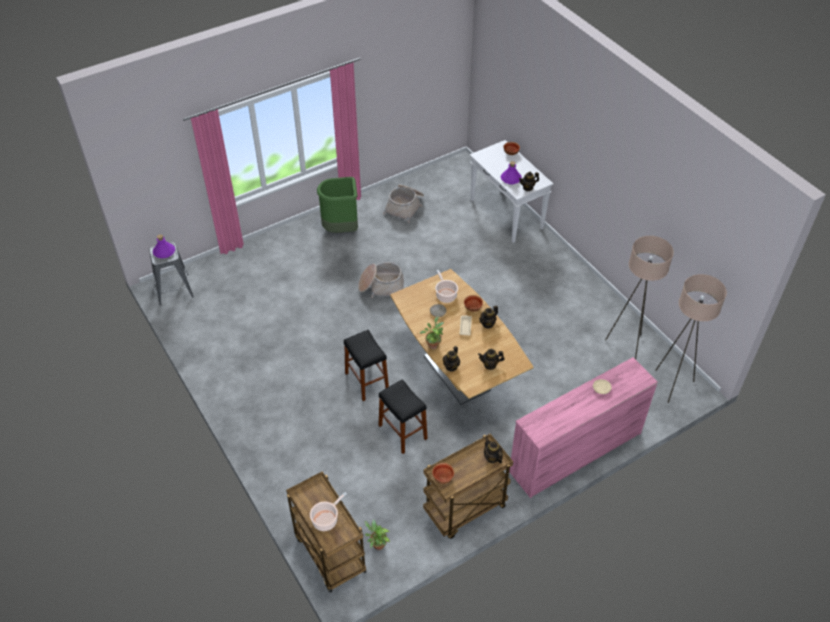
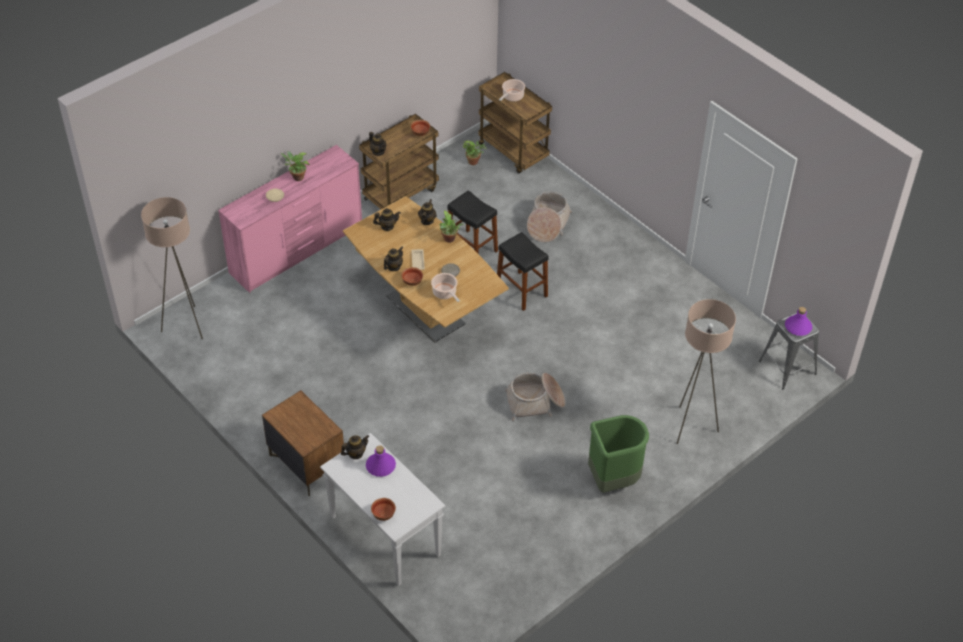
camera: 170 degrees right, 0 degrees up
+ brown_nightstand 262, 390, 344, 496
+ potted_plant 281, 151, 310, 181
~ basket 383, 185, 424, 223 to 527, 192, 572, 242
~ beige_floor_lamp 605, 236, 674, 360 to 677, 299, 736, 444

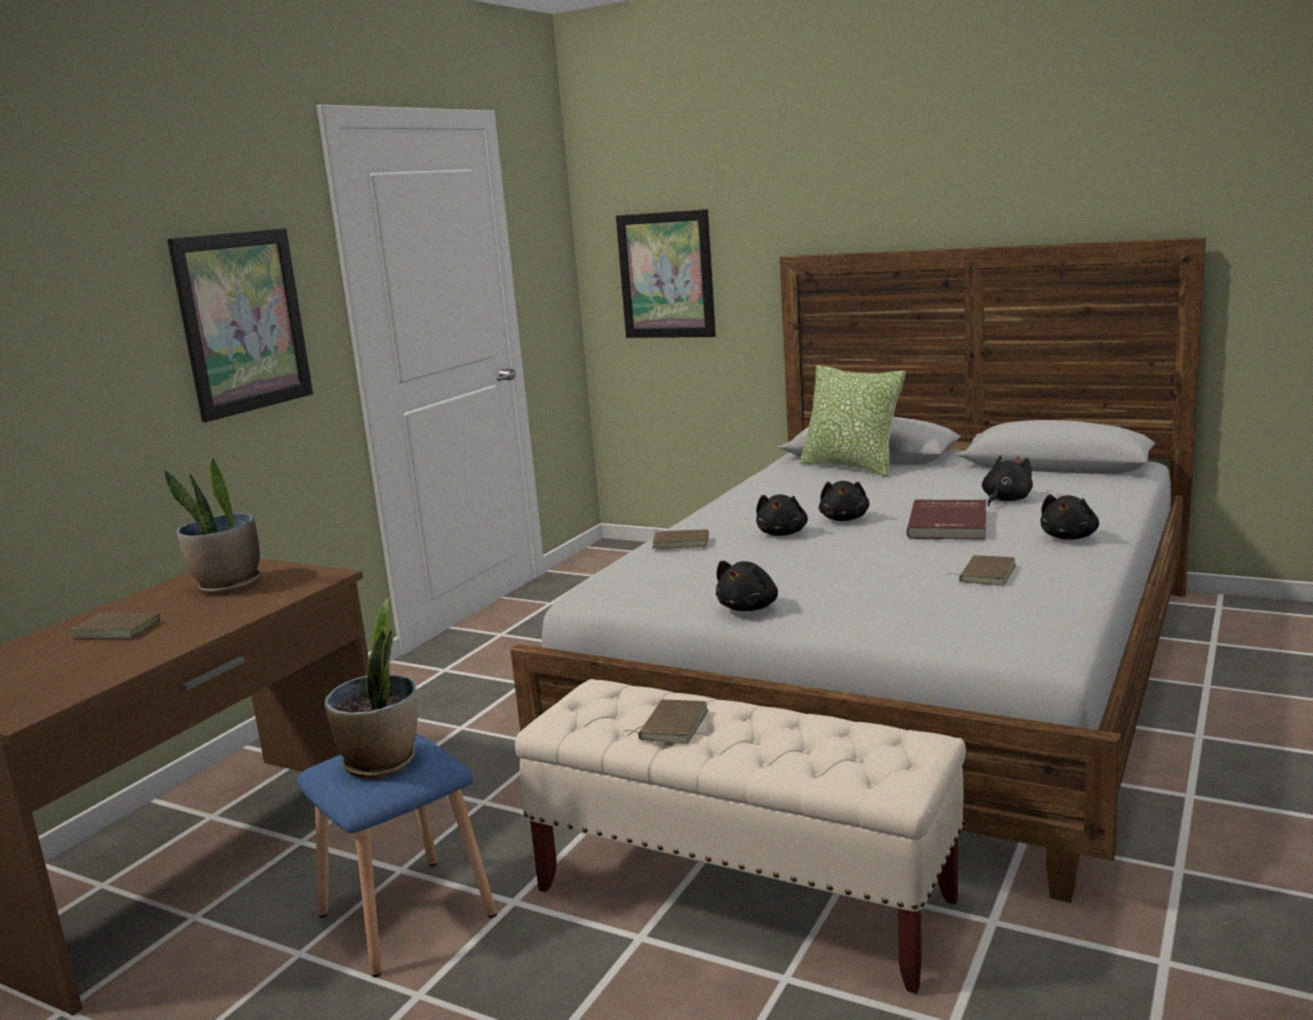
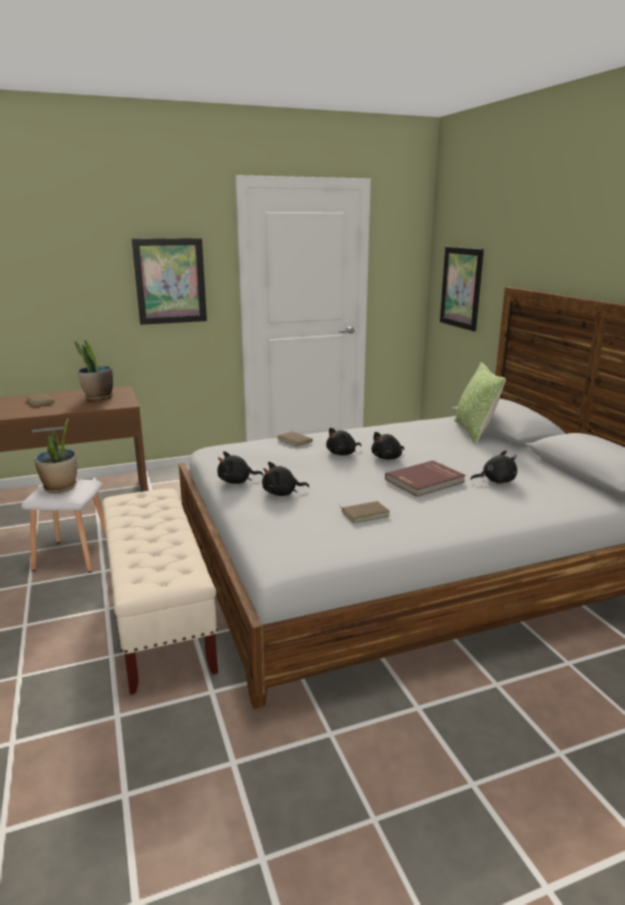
camera: 40 degrees right, 5 degrees up
~ blue_stool 297, 733, 497, 977 to white_stool 21, 479, 106, 573
~ black_plush_toy 1041, 494, 1099, 540 to 262, 462, 309, 496
- brown_book 623, 699, 708, 744

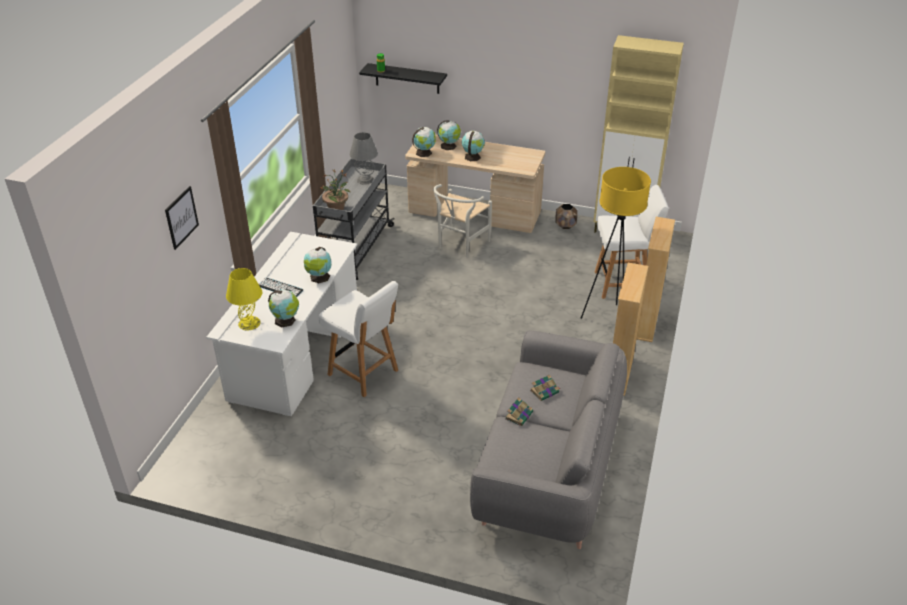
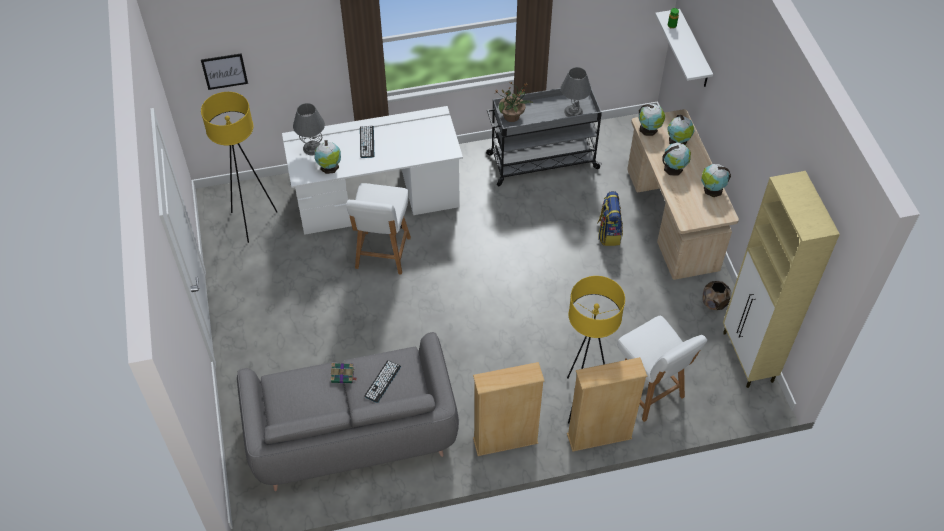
camera: 60 degrees right, 15 degrees up
~ picture 165, 186, 199, 250 to 201, 53, 248, 90
+ yellow_floor_lamp 201, 92, 278, 243
~ yellow_table_lamp 226, 268, 262, 330 to grey_table_lamp 293, 103, 325, 155
~ book 530, 374, 561, 401 to keyboard 364, 360, 401, 403
~ white_chair 433, 184, 492, 258 to backpack 597, 191, 623, 246
~ black_shelf 359, 63, 447, 94 to white_shelf 655, 9, 713, 87
~ globe 304, 247, 331, 283 to 701, 164, 731, 197

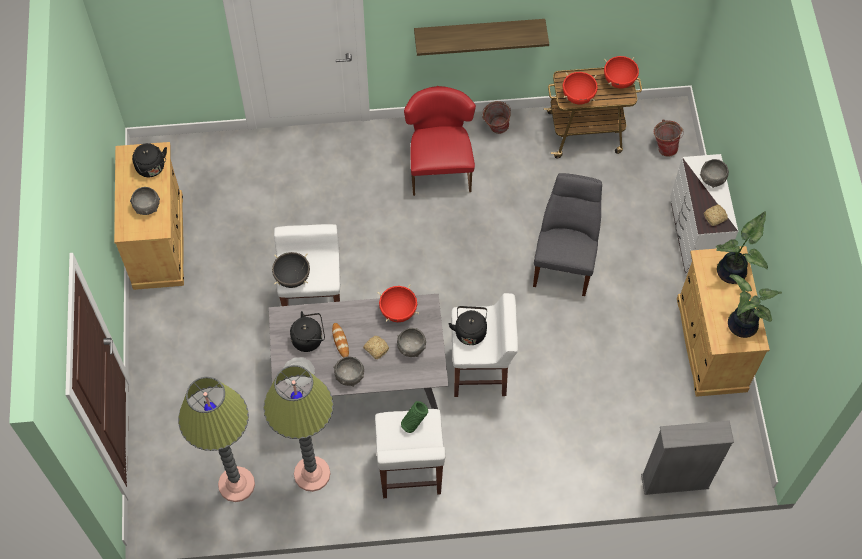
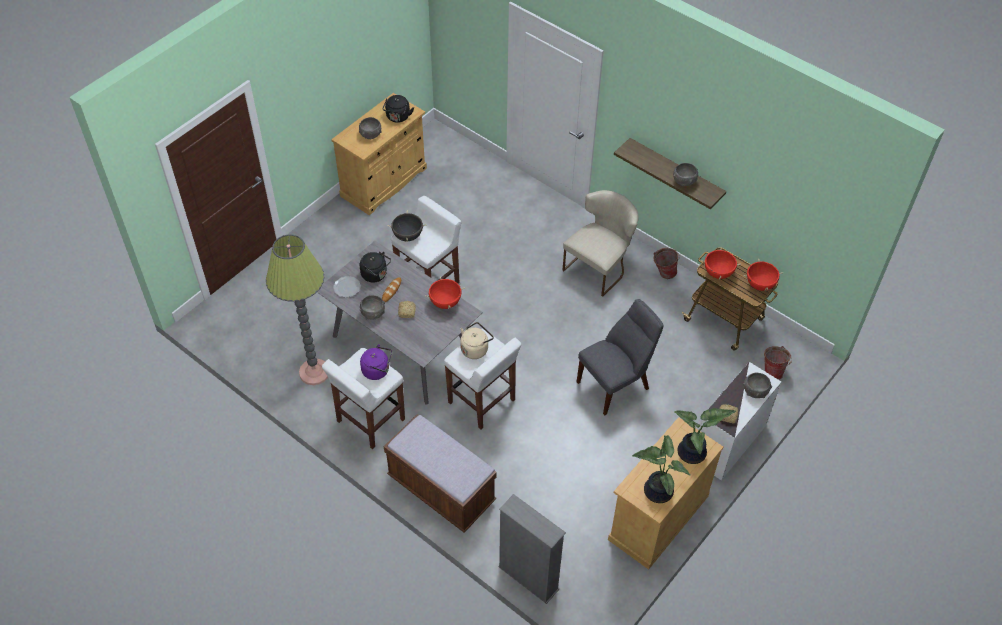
camera: 45 degrees right, 10 degrees down
~ green_vase 401, 401, 428, 433 to purple_kettle 360, 344, 392, 380
+ brown_bench 384, 414, 497, 533
~ black_kettle 448, 306, 487, 345 to beige_kettle 460, 322, 494, 359
~ red_chair 404, 86, 476, 196 to beige_chair 563, 190, 639, 297
~ grey_bowl 397, 328, 426, 357 to 673, 163, 698, 186
- floor_lamp 178, 377, 255, 502

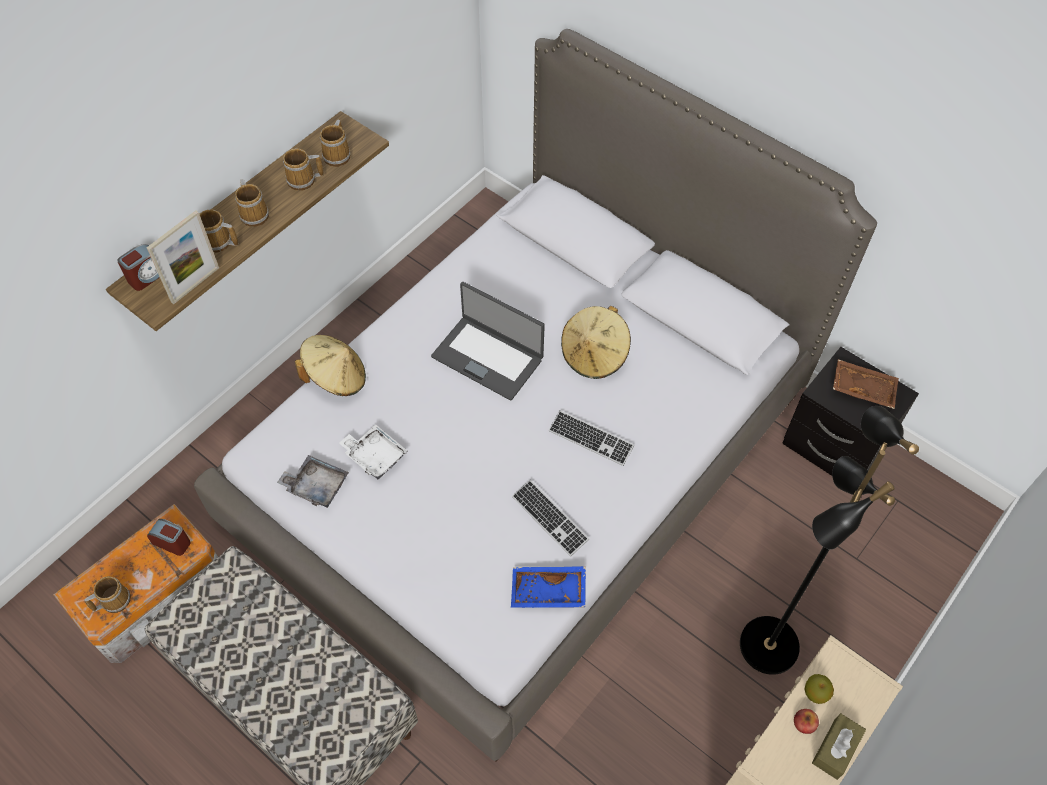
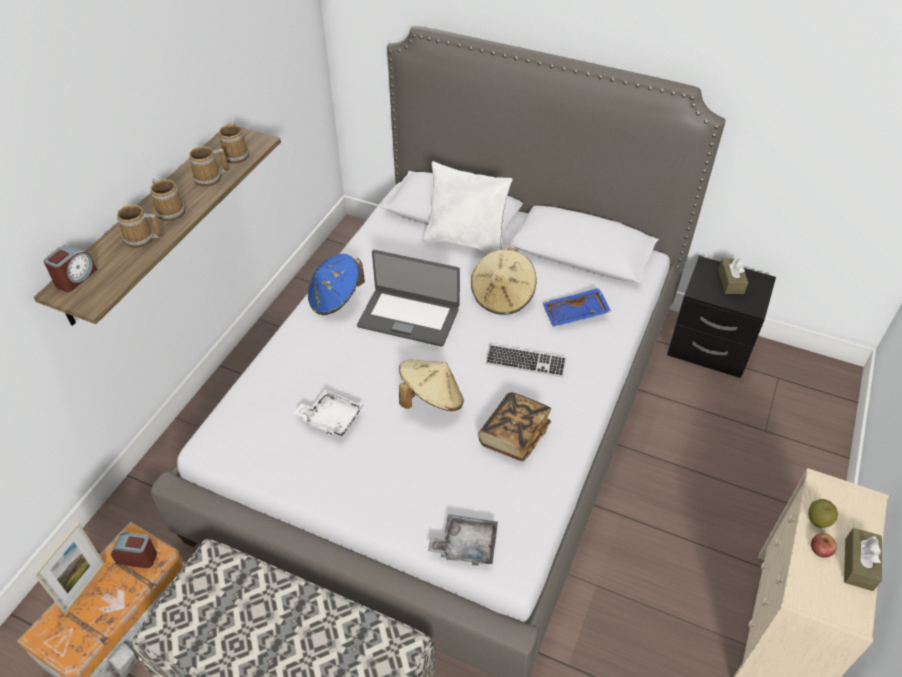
camera: 15 degrees left, 10 degrees down
~ picture_frame 147, 210, 219, 304 to 33, 522, 105, 613
+ blue_hat 308, 254, 365, 315
~ beige_hat 295, 335, 366, 396 to 399, 360, 464, 411
+ white_pillow 422, 161, 513, 254
~ grey_tray 277, 455, 349, 508 to 428, 514, 498, 566
~ keyboard 512, 480, 589, 557 to book 479, 392, 551, 462
~ blue_tray 511, 566, 586, 608 to 543, 288, 611, 327
~ brown_tray 833, 359, 899, 409 to brown_tissue_box 718, 256, 748, 294
- mug 84, 576, 131, 613
- black_floor_lamp 740, 406, 919, 675

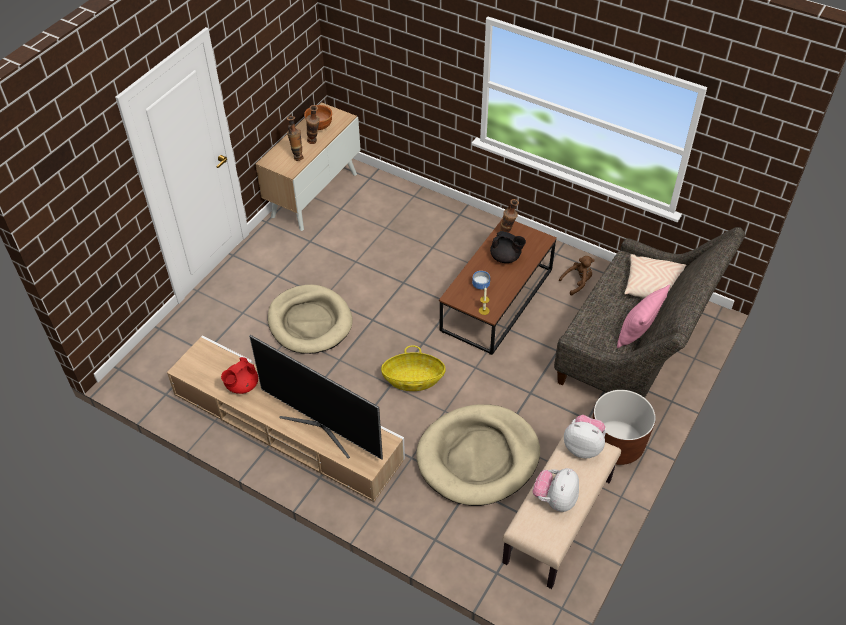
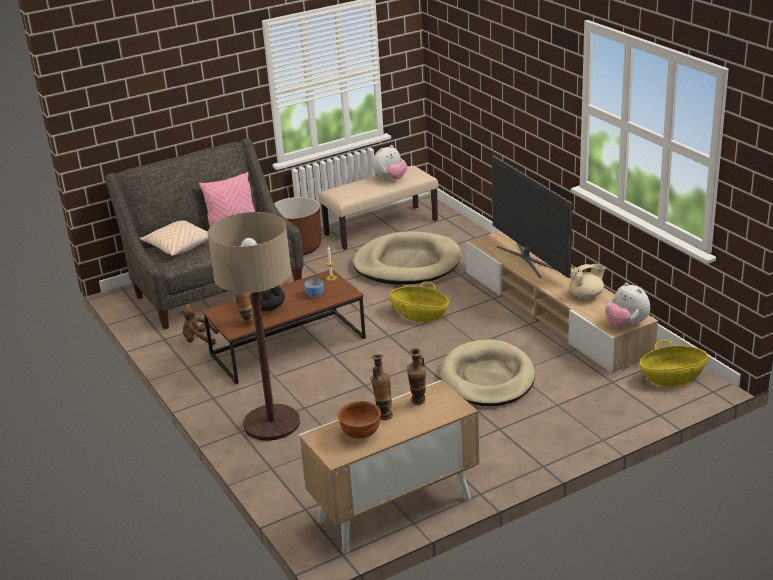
camera: 150 degrees left, 20 degrees down
+ floor_lamp 208, 212, 300, 441
~ red_teapot 221, 357, 258, 394 to beige_teapot 569, 264, 606, 299
~ plush_toy 564, 415, 606, 458 to 605, 282, 650, 326
+ basket 639, 340, 708, 387

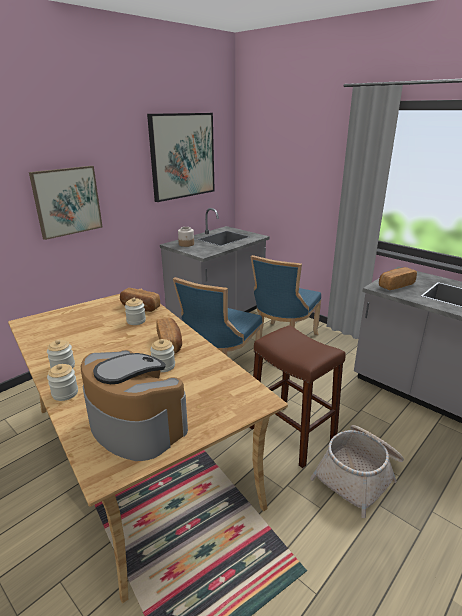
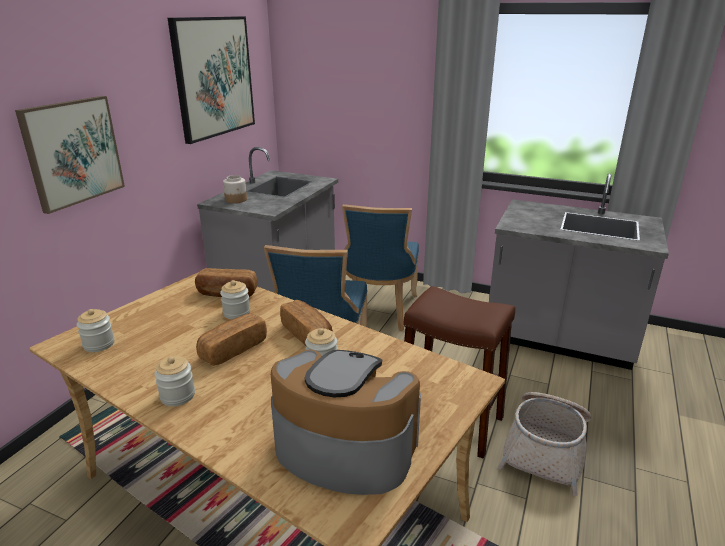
camera: 20 degrees left, 0 degrees up
~ jar 47, 364, 78, 401 to 77, 309, 115, 352
~ bread 379, 267, 417, 290 to 196, 314, 267, 366

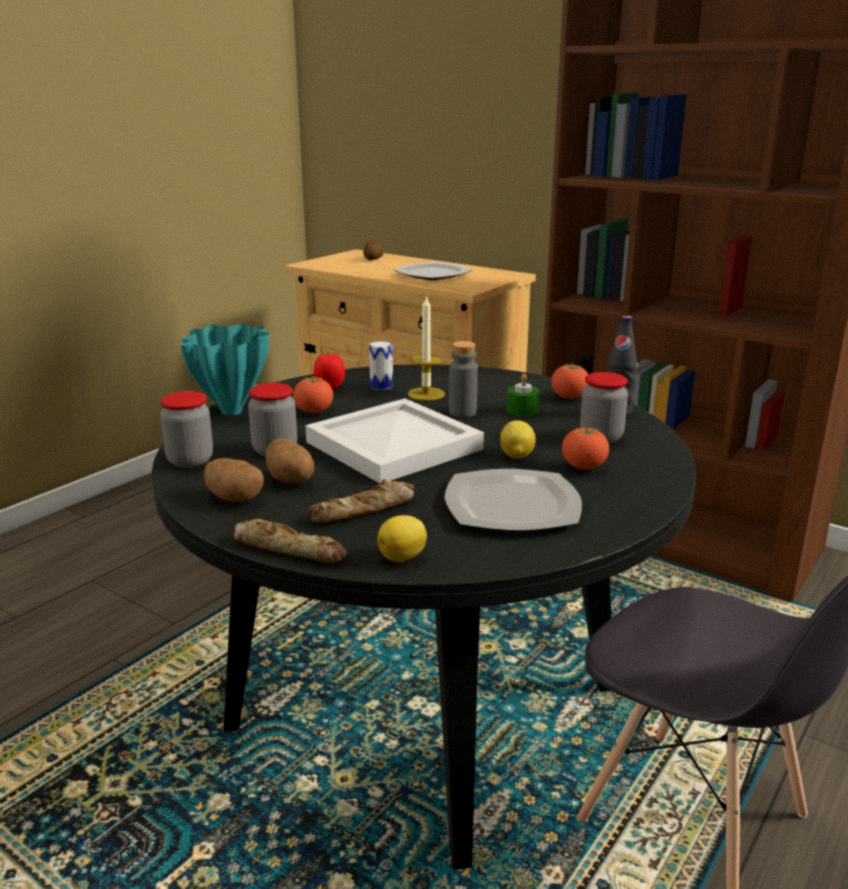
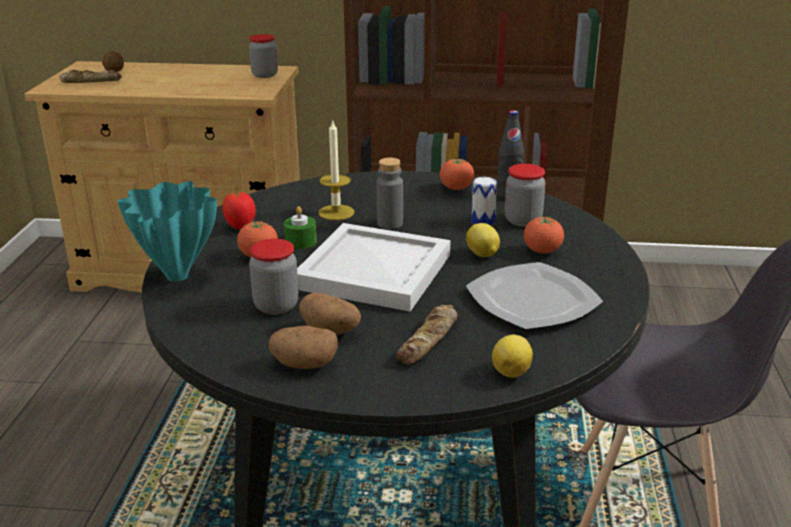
camera: 30 degrees left, 5 degrees up
~ bread 234, 519, 347, 563 to 59, 70, 122, 83
~ jar 160, 391, 213, 468 to 249, 34, 278, 78
~ green_candle 506, 374, 540, 417 to 283, 206, 317, 249
~ can 369, 341, 393, 390 to 471, 177, 497, 226
- plate 393, 262, 472, 280

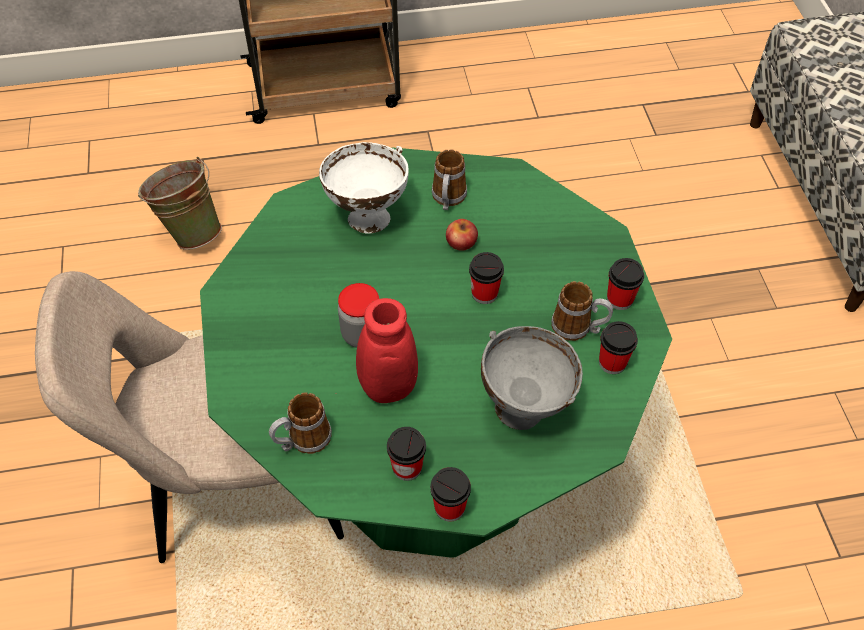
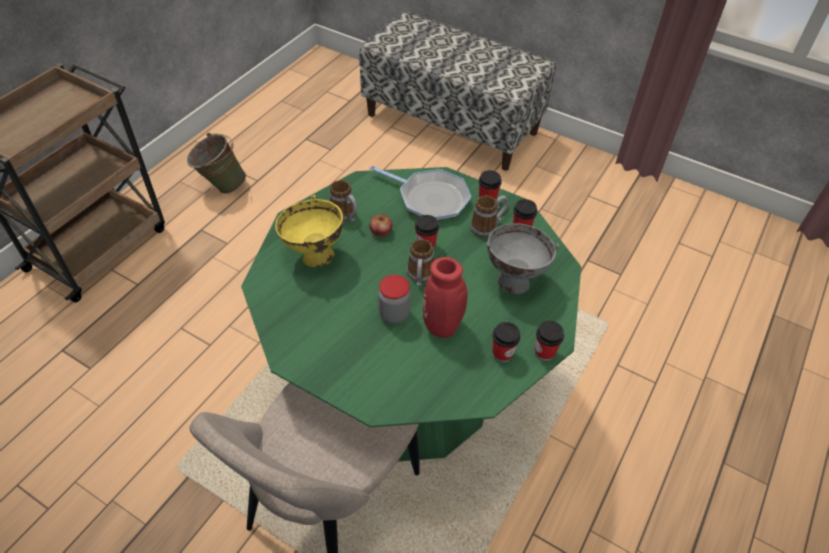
camera: 50 degrees left, 5 degrees down
~ green_bucket 138, 157, 222, 250 to 187, 133, 246, 194
~ white_bowl 319, 142, 409, 234 to yellow_bowl 275, 195, 343, 267
+ frying_pan 370, 166, 471, 221
~ mug 269, 392, 332, 454 to 407, 239, 434, 286

